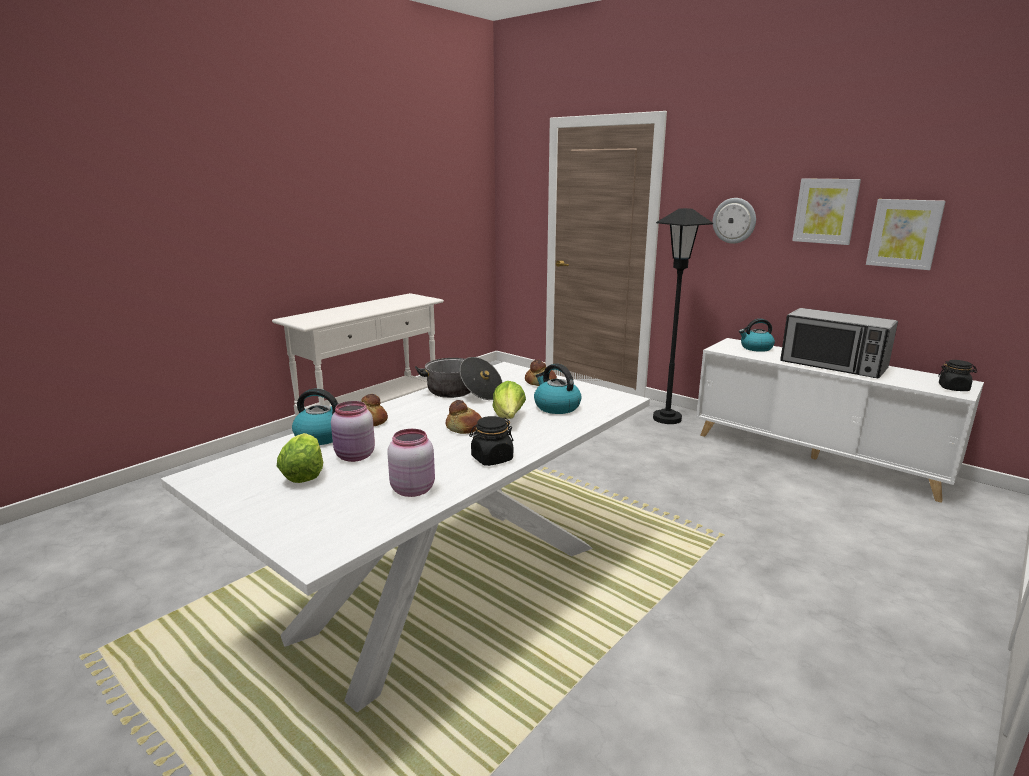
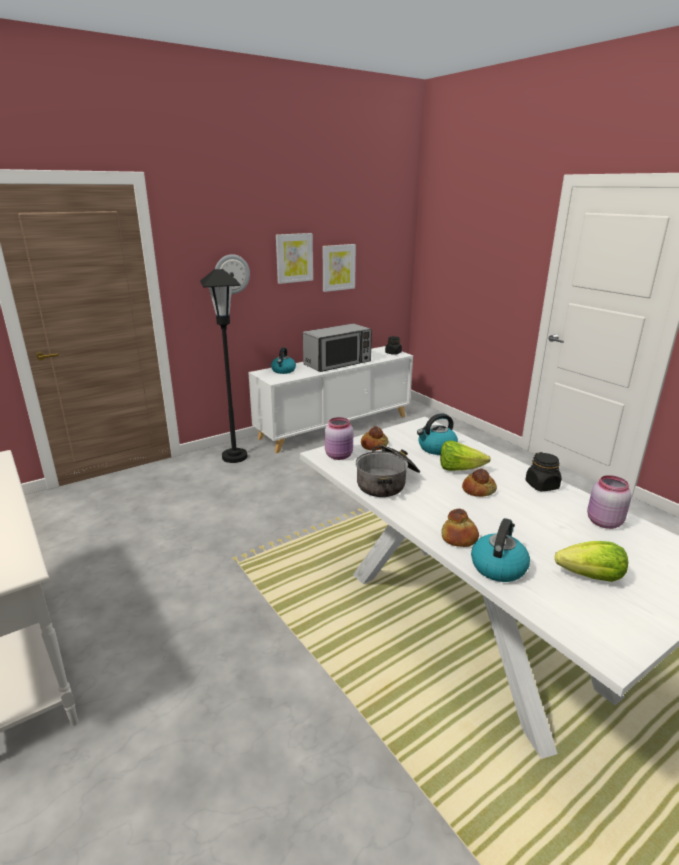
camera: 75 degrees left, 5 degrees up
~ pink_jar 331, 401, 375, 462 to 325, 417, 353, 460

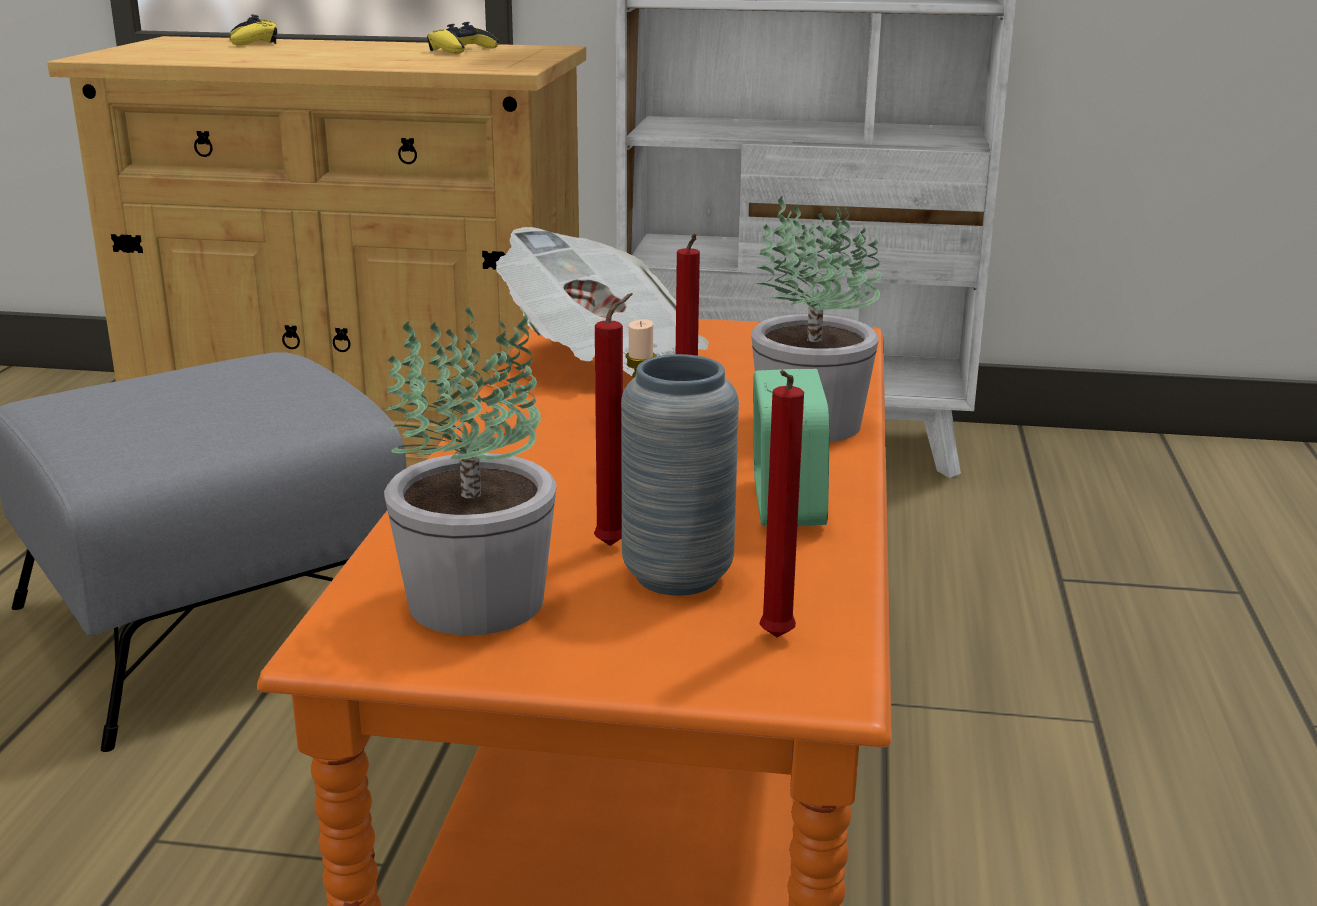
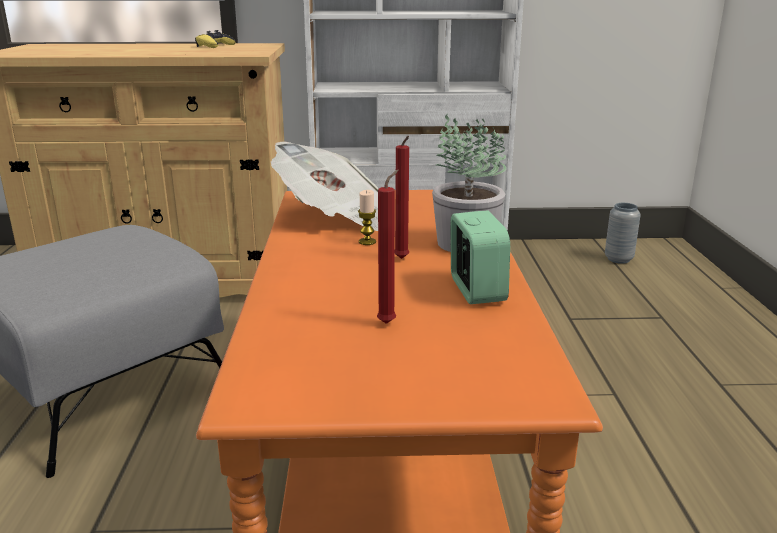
camera: 10 degrees left, 0 degrees up
~ grey_vase 621, 354, 739, 595 to 605, 203, 640, 264
- yellow_game_controller 230, 14, 277, 45
- potted_plant 384, 307, 557, 635
- red_candle 759, 370, 804, 637

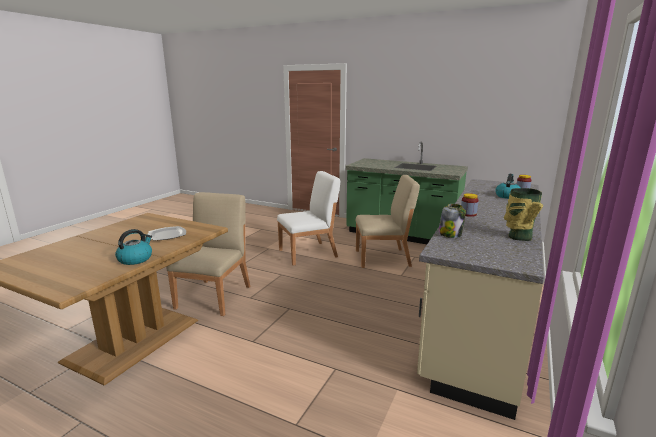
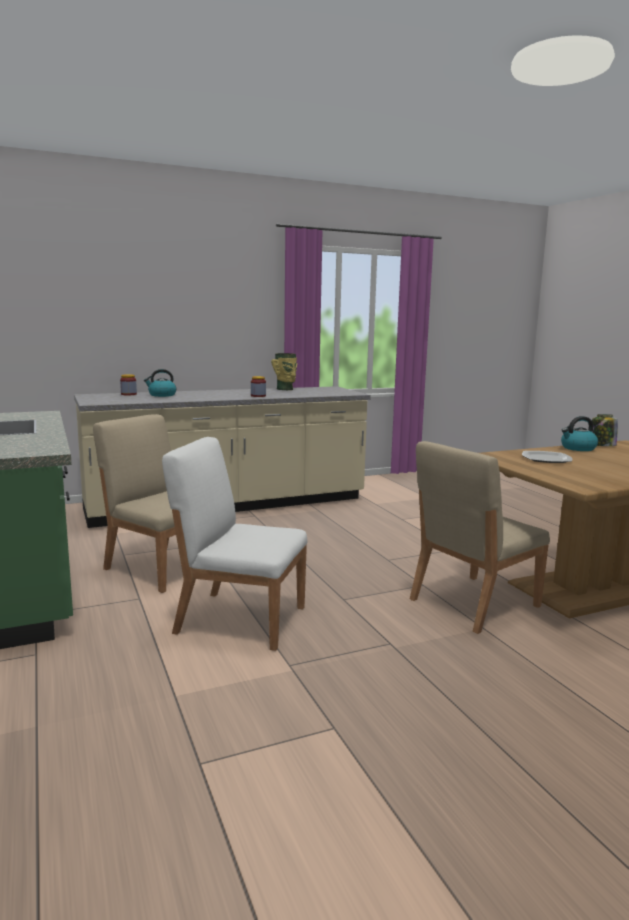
camera: 140 degrees left, 5 degrees down
~ jar 438, 204, 466, 238 to 592, 414, 618, 446

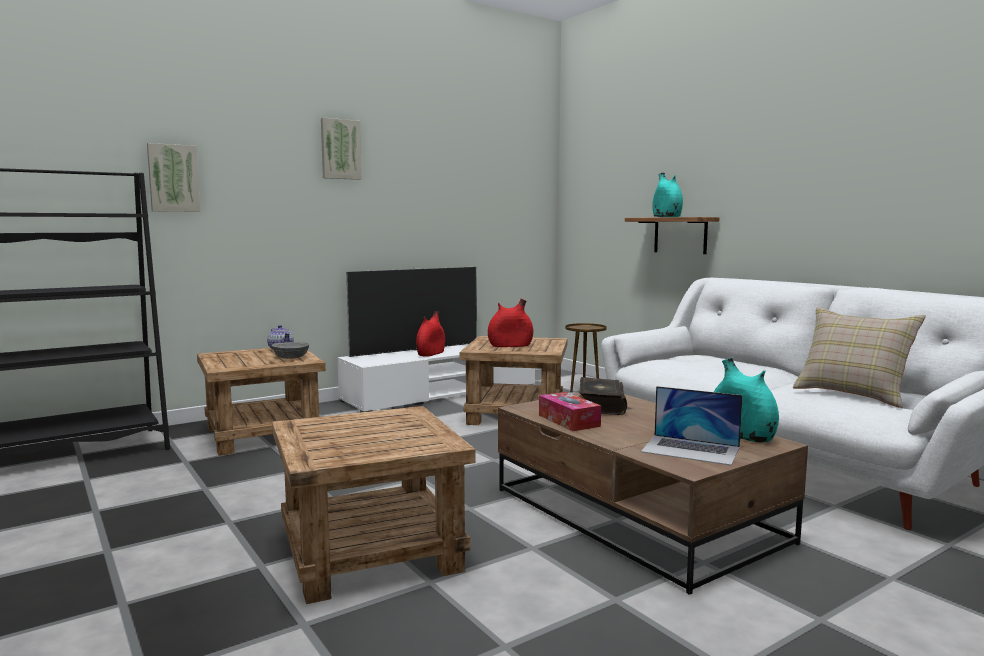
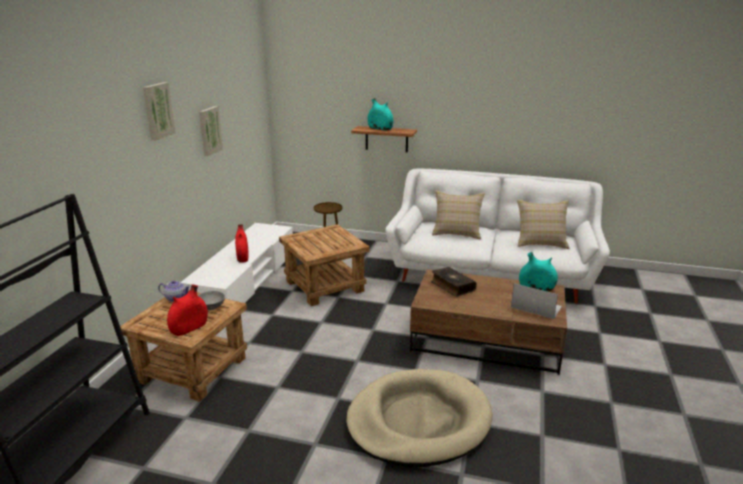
camera: 40 degrees left, 15 degrees up
~ red_vase 488, 299, 533, 347 to 167, 284, 208, 336
~ picture 147, 143, 201, 212 to 199, 106, 223, 156
~ brown_side_table 272, 406, 476, 604 to beige_dog_bed 346, 369, 492, 467
+ beige_pillow 432, 190, 485, 240
~ laptop 641, 386, 742, 466 = 511, 283, 562, 319 135 degrees counterclockwise
- television 346, 267, 477, 357
- tissue_box 539, 392, 601, 431

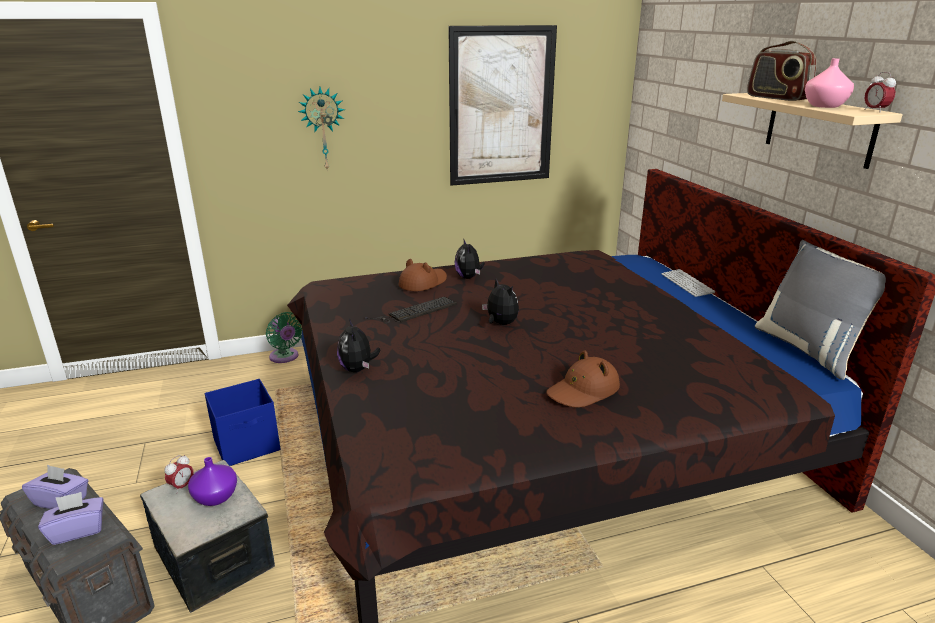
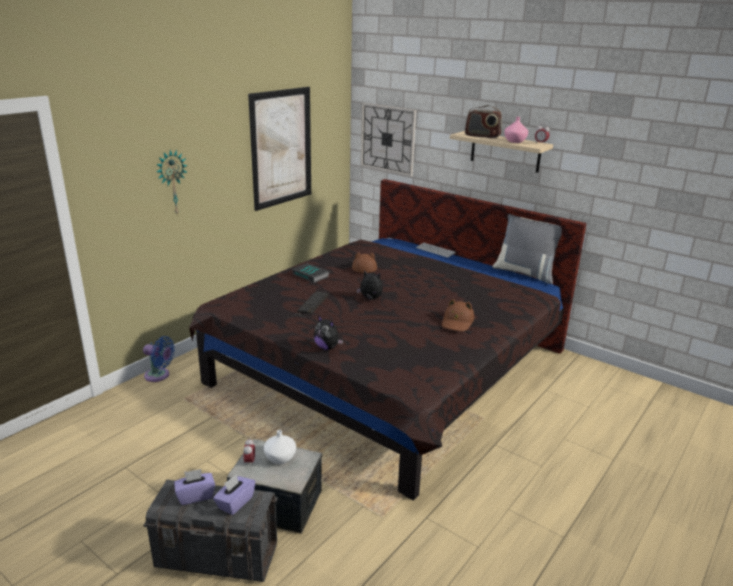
camera: 35 degrees left, 0 degrees up
~ green_fan 266, 312, 302, 363 to blue_fan 143, 336, 175, 382
~ purple_vase 188, 457, 237, 506 to white_vase 264, 430, 296, 464
~ plush_toy 455, 239, 485, 279 to book 292, 263, 329, 283
~ brown_hat 399, 259, 447, 291 to 352, 252, 377, 273
+ wall_clock 360, 103, 416, 177
- blue_storage_box 205, 379, 280, 466

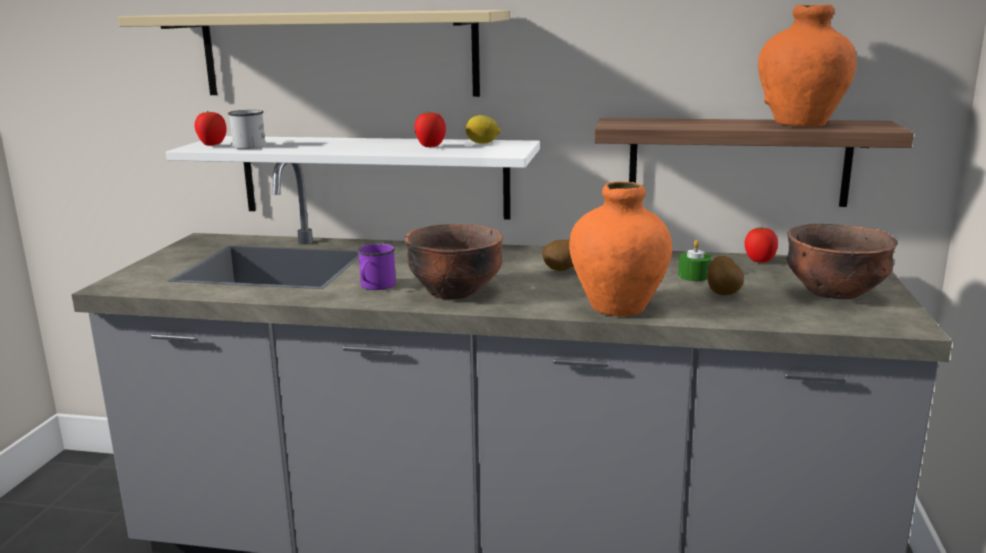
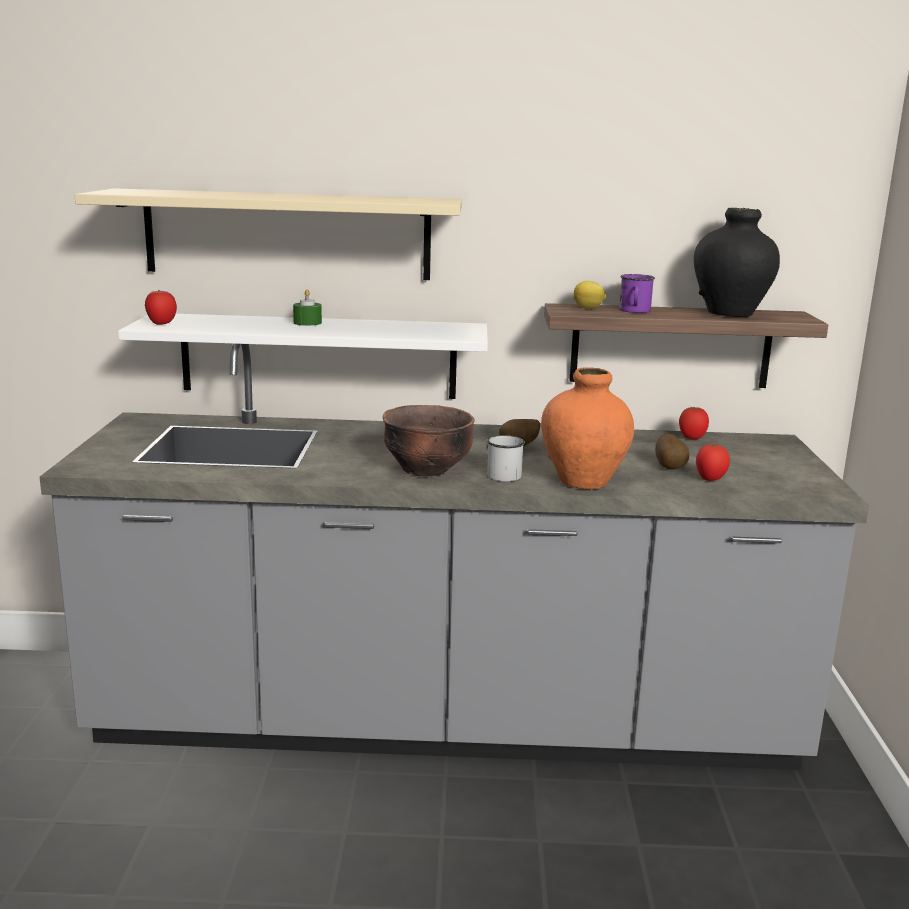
camera: 10 degrees left, 0 degrees up
~ green_candle 678, 240, 712, 281 to 293, 289, 322, 326
~ white_mug 228, 110, 265, 149 to 486, 435, 525, 482
~ lemon 466, 115, 500, 144 to 573, 281, 606, 308
~ purple_mug 357, 243, 396, 290 to 619, 274, 655, 313
~ orange_vase 758, 5, 857, 127 to black_vase 694, 208, 780, 317
~ tomato 414, 111, 446, 147 to 696, 444, 730, 481
- brown_bowl 787, 224, 898, 299

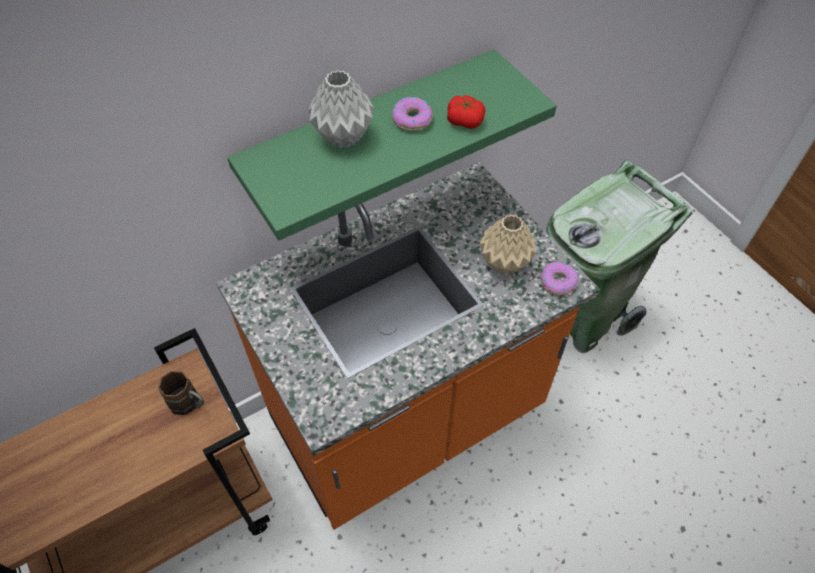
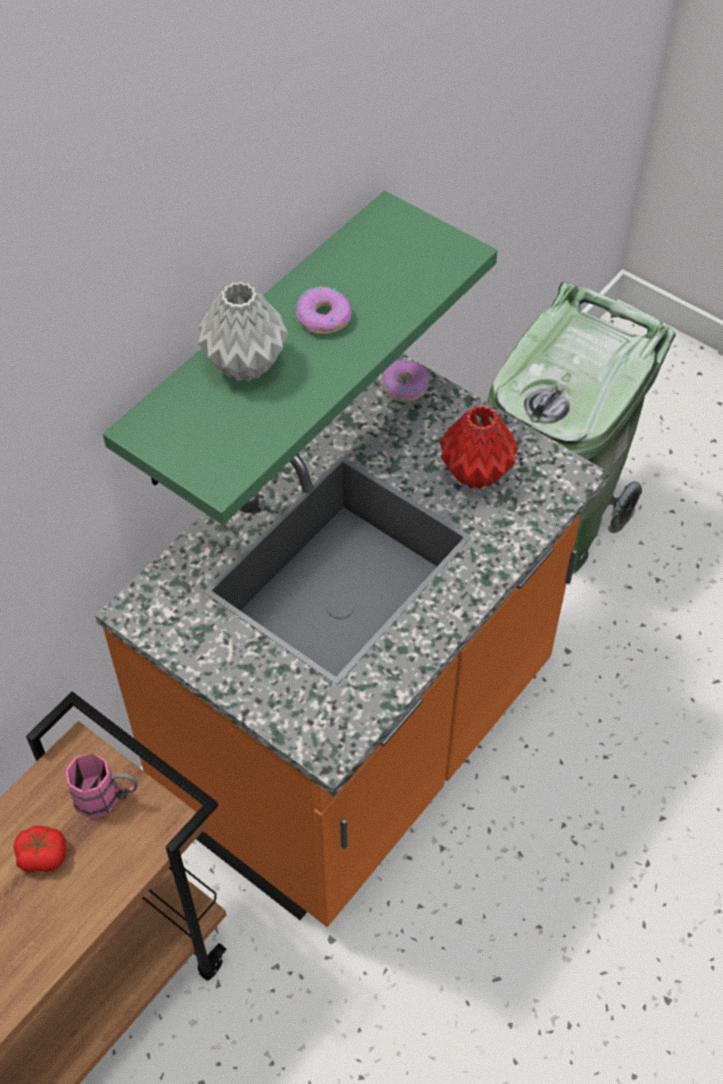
camera: 20 degrees left, 0 degrees up
~ tomato 447, 95, 485, 129 to 13, 826, 66, 872
~ brown_mug 158, 371, 205, 415 to pink_mug 66, 753, 138, 819
~ donut 541, 262, 579, 295 to 382, 360, 430, 402
~ beige_vase 479, 214, 536, 274 to red_vase 440, 406, 518, 489

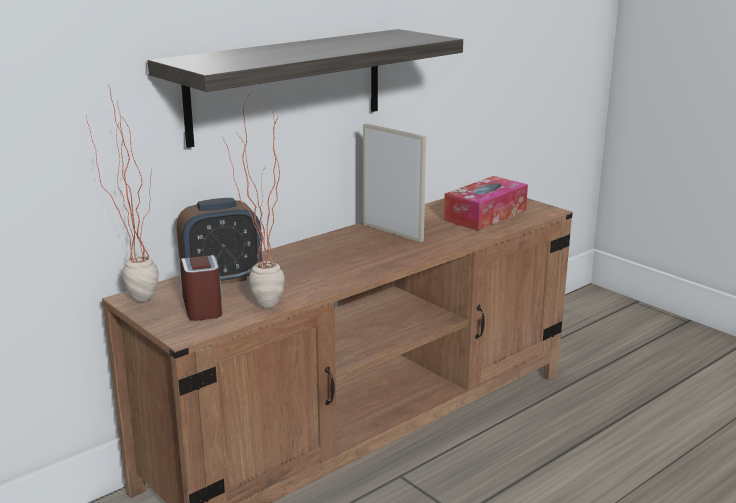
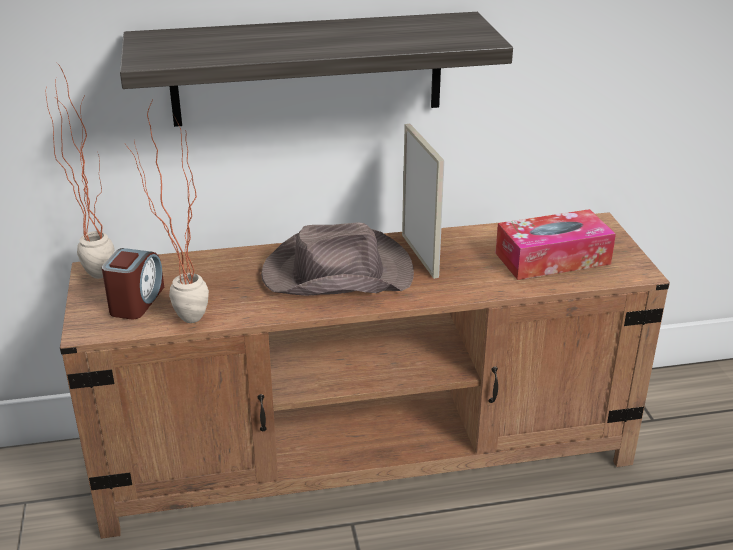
camera: 30 degrees right, 10 degrees up
+ brown_hat 261, 222, 414, 296
- alarm_clock 177, 198, 262, 284

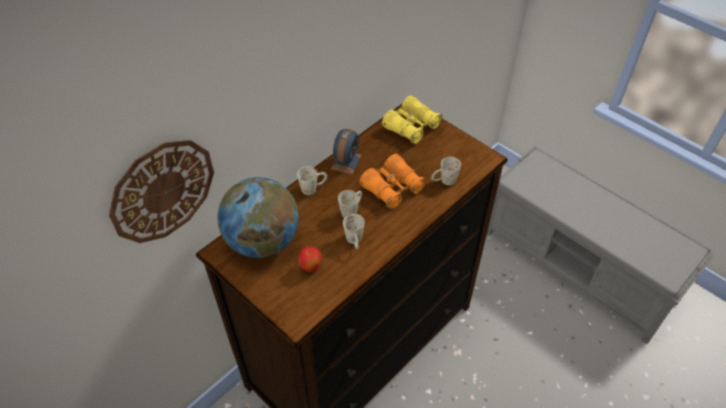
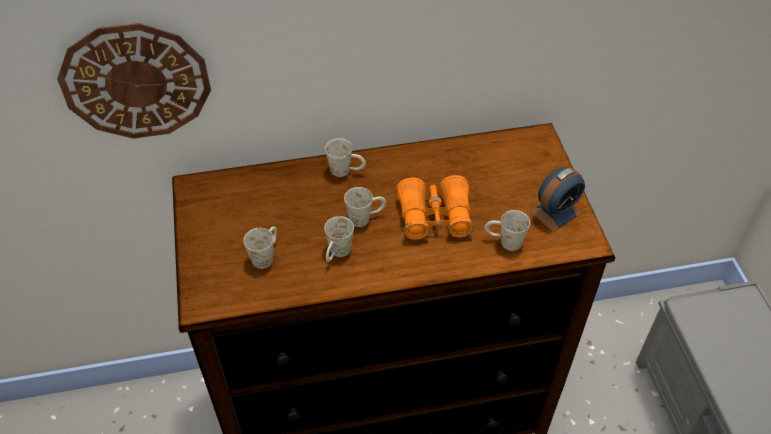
camera: 35 degrees right, 0 degrees up
~ apple 298, 247, 321, 272 to white_mug 244, 226, 277, 269
~ alarm_clock 331, 129, 362, 175 to 530, 167, 585, 232
- globe 217, 177, 299, 258
- yellow_binoculars 382, 95, 442, 144

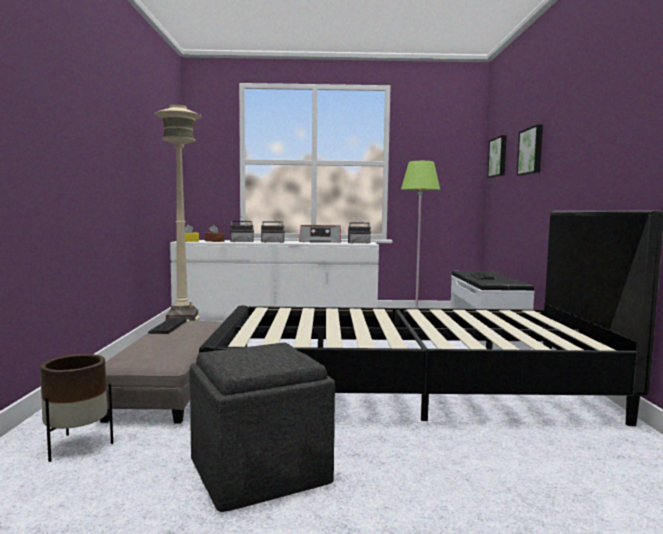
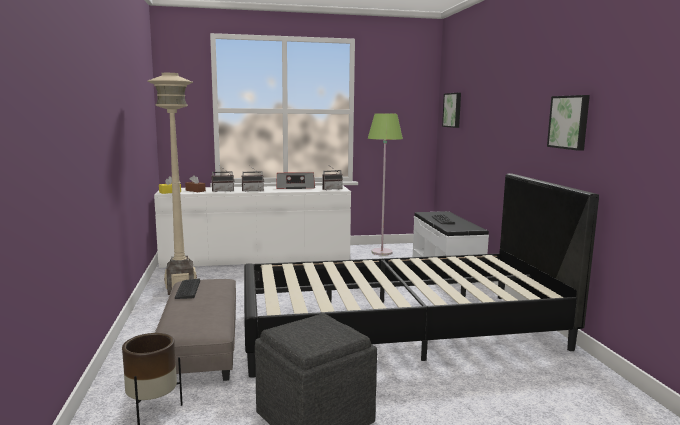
camera: 10 degrees left, 5 degrees up
~ picture 517, 125, 543, 176 to 547, 95, 590, 151

